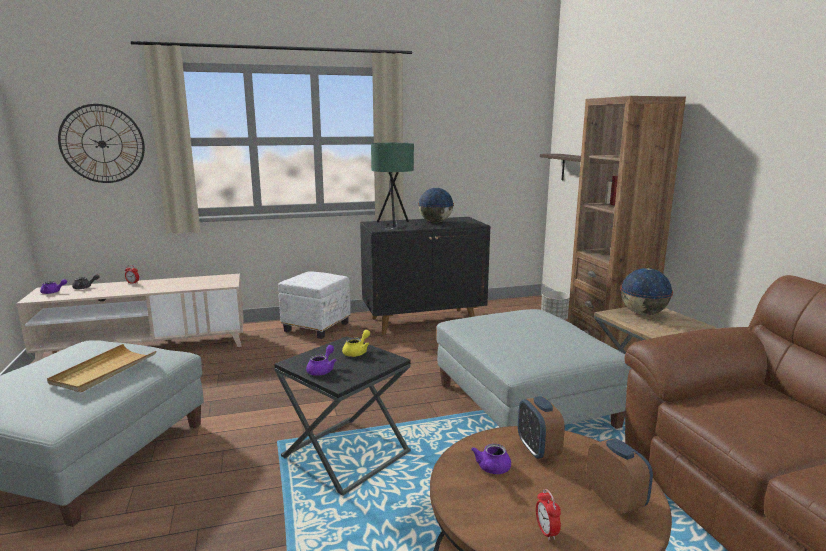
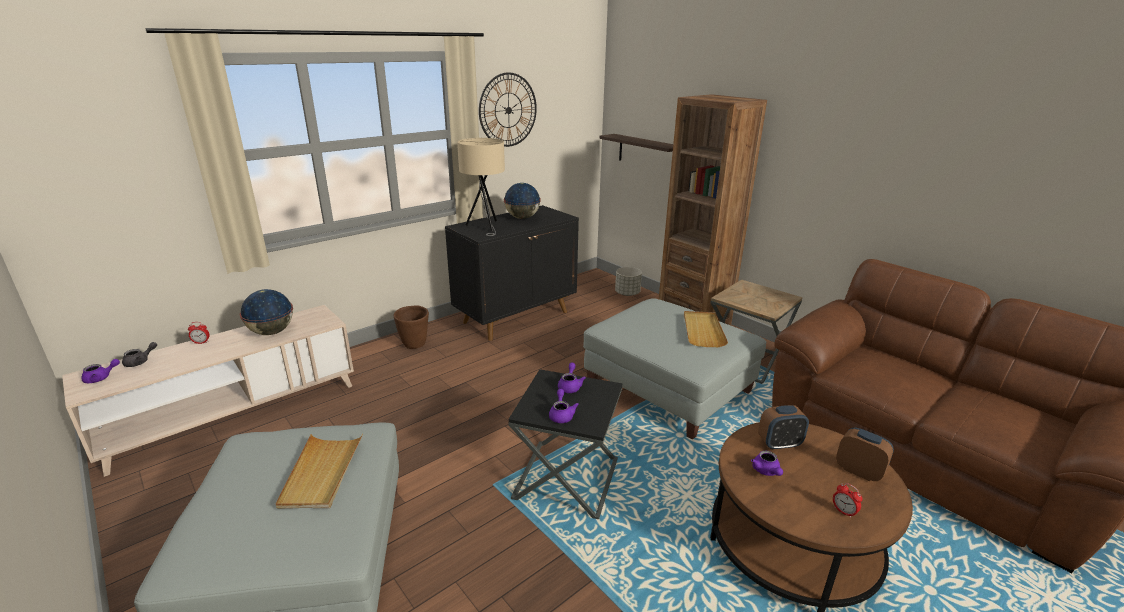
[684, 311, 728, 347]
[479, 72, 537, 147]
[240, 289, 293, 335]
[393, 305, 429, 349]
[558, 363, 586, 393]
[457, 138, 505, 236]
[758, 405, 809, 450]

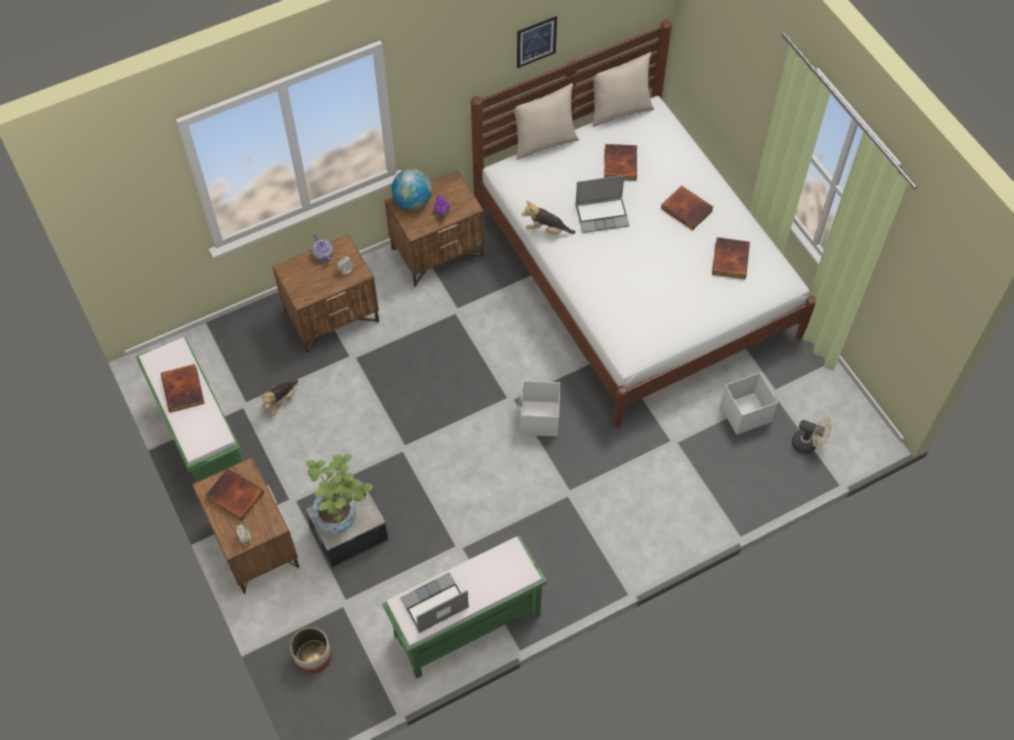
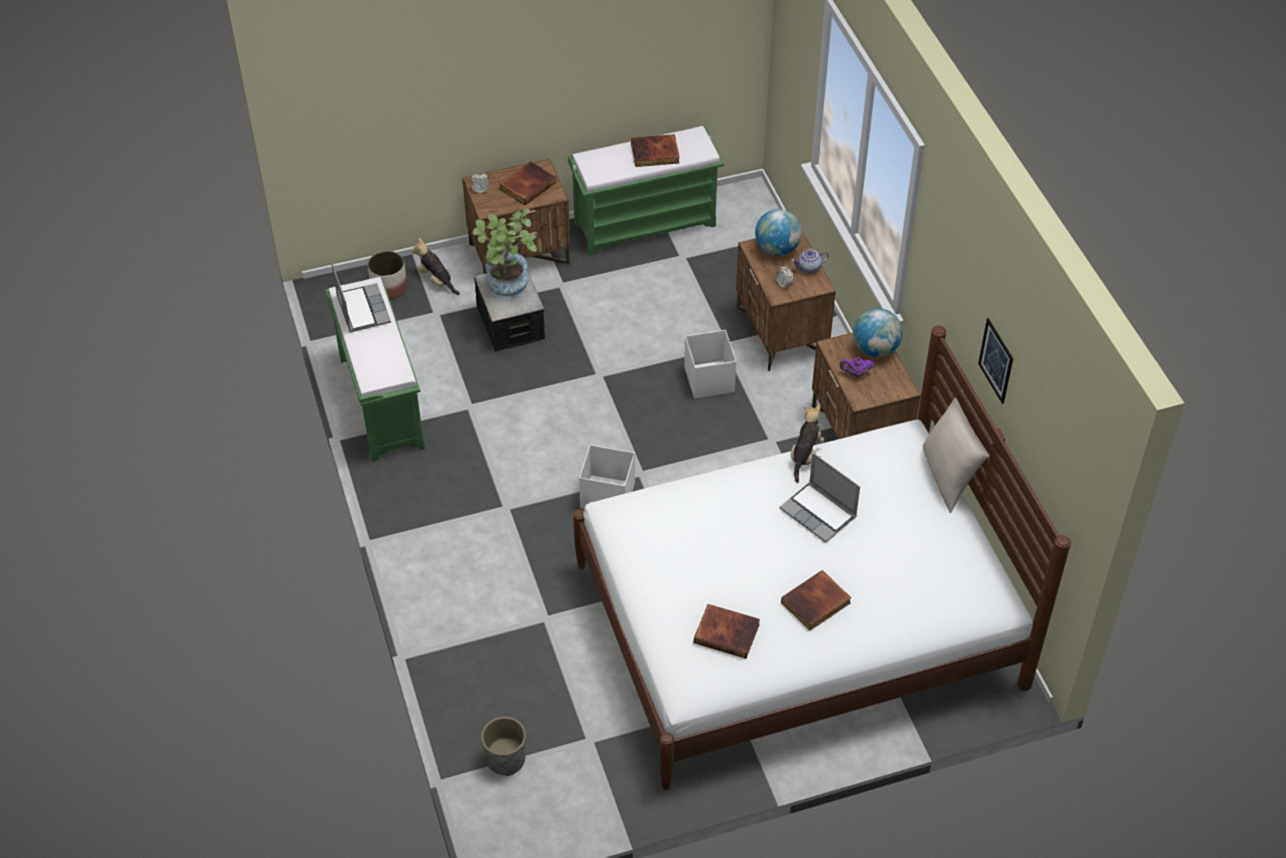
[592, 52, 654, 127] (first image)
[604, 144, 637, 181] (first image)
[755, 209, 802, 256]
[411, 238, 460, 295]
[684, 330, 736, 399]
[481, 717, 526, 776]
[780, 453, 860, 543]

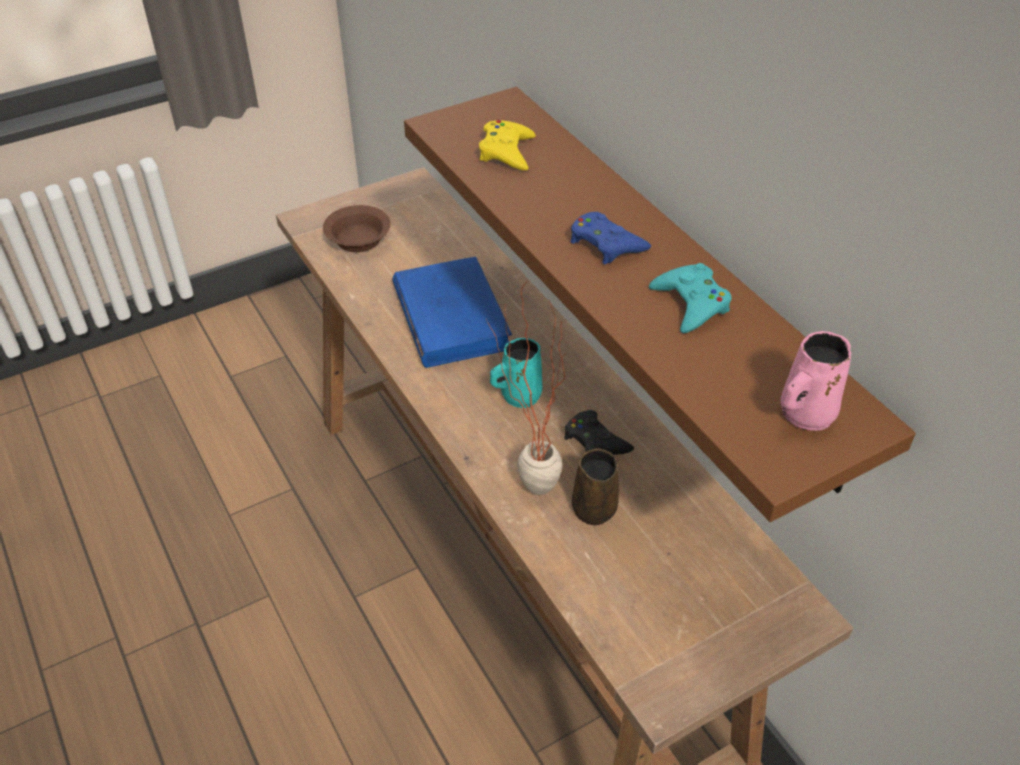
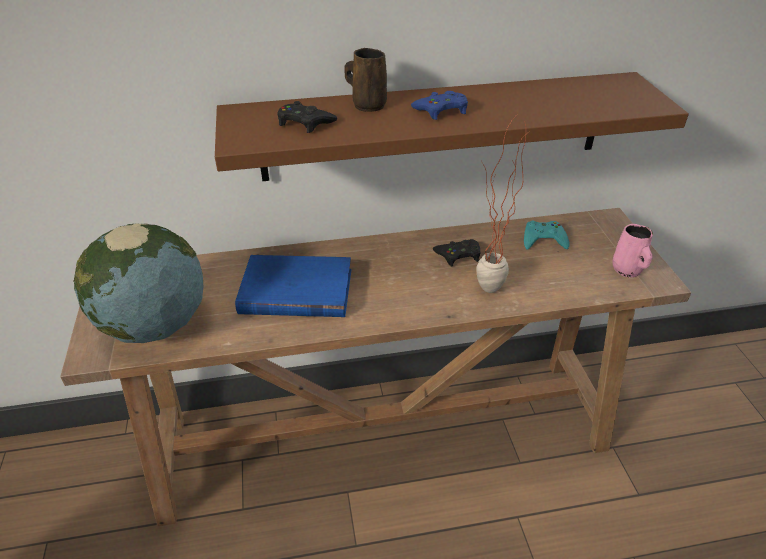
[490, 338, 542, 408] (first image)
[344, 48, 387, 112]
[524, 221, 569, 250]
[612, 224, 653, 278]
[73, 223, 204, 343]
[277, 101, 337, 133]

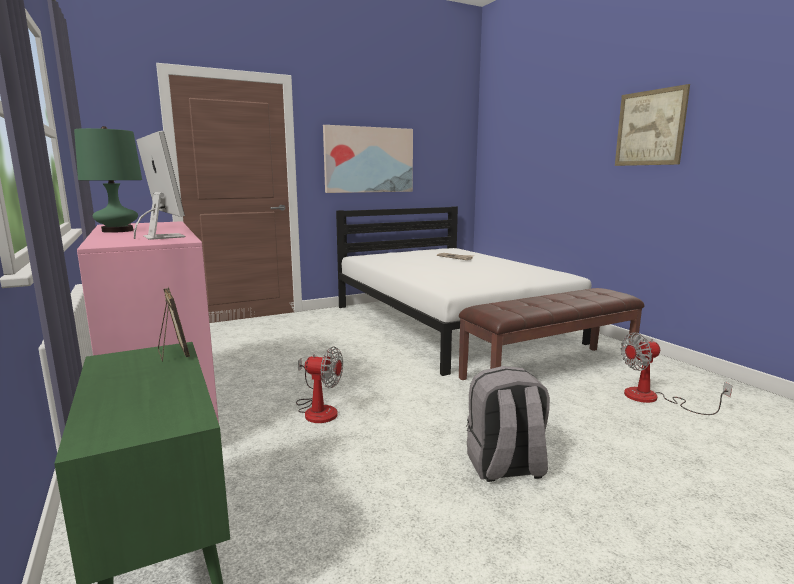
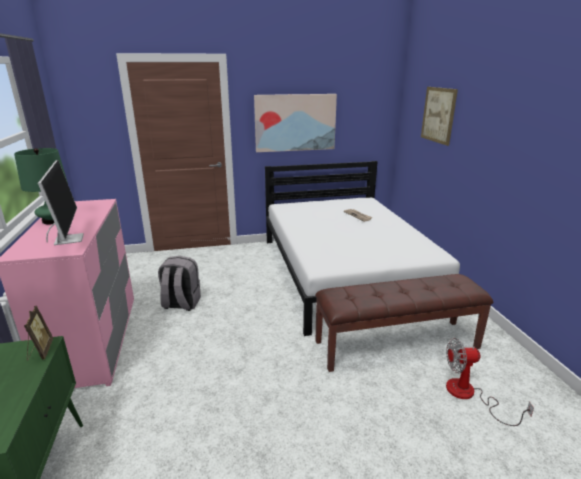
[296, 346, 343, 423] (first image)
[158, 256, 201, 311]
[421, 87, 458, 146]

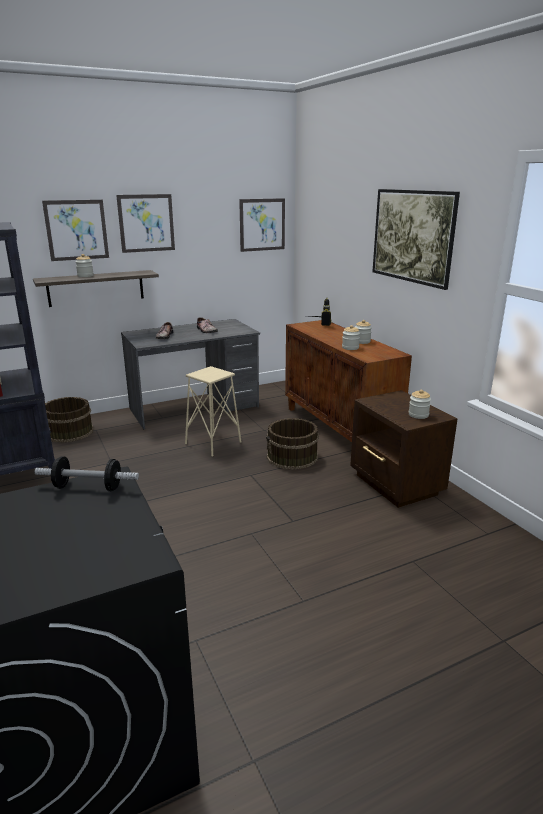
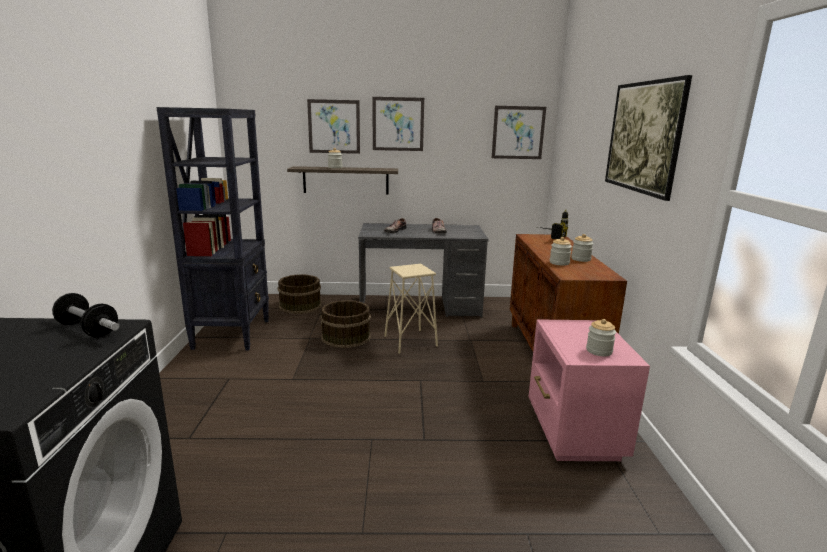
[320, 300, 371, 348]
[529, 320, 650, 461]

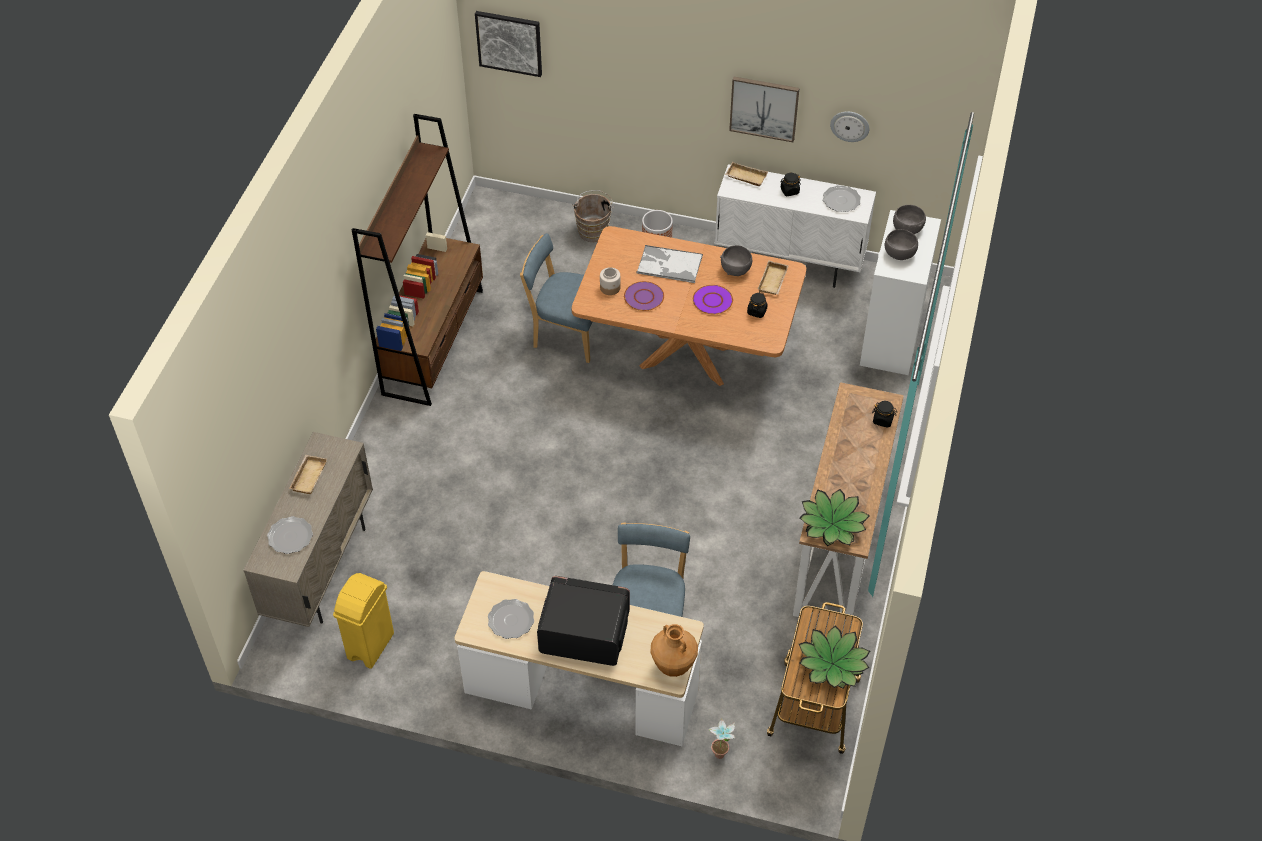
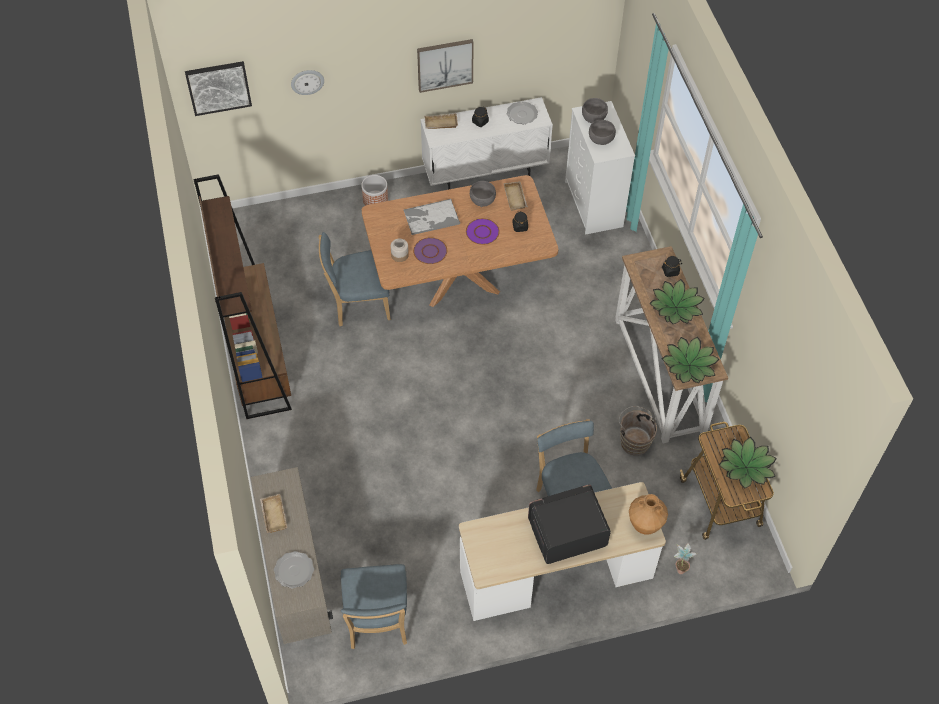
[488, 599, 534, 639] (first image)
[649, 279, 705, 324]
[619, 406, 657, 455]
[291, 70, 324, 95]
[340, 564, 407, 649]

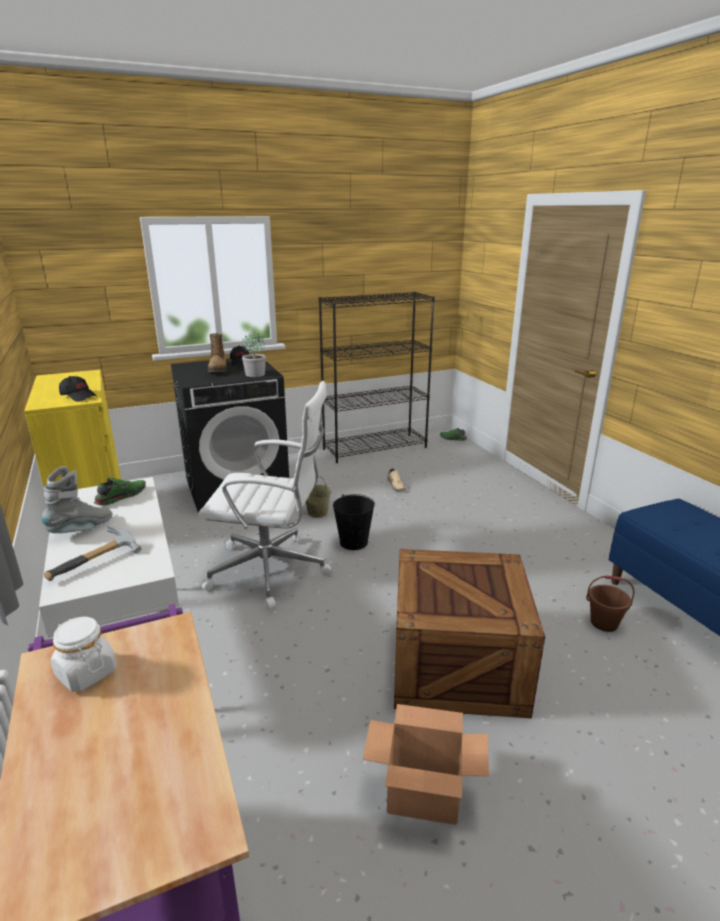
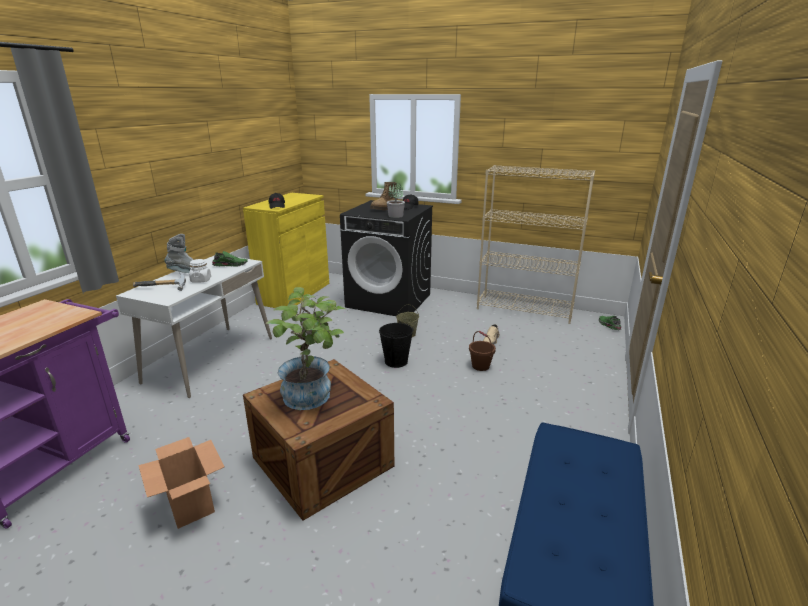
[198, 381, 332, 610] (first image)
[265, 287, 347, 410]
[189, 259, 211, 283]
[469, 331, 496, 371]
[477, 165, 595, 324]

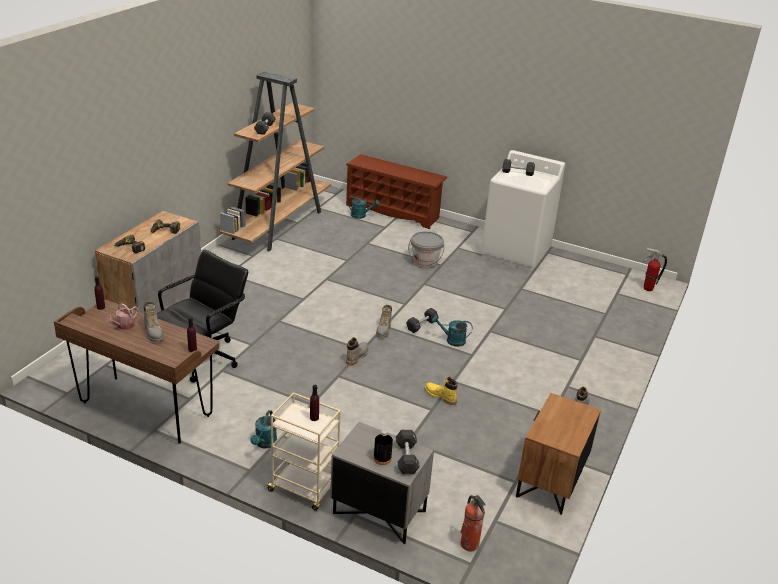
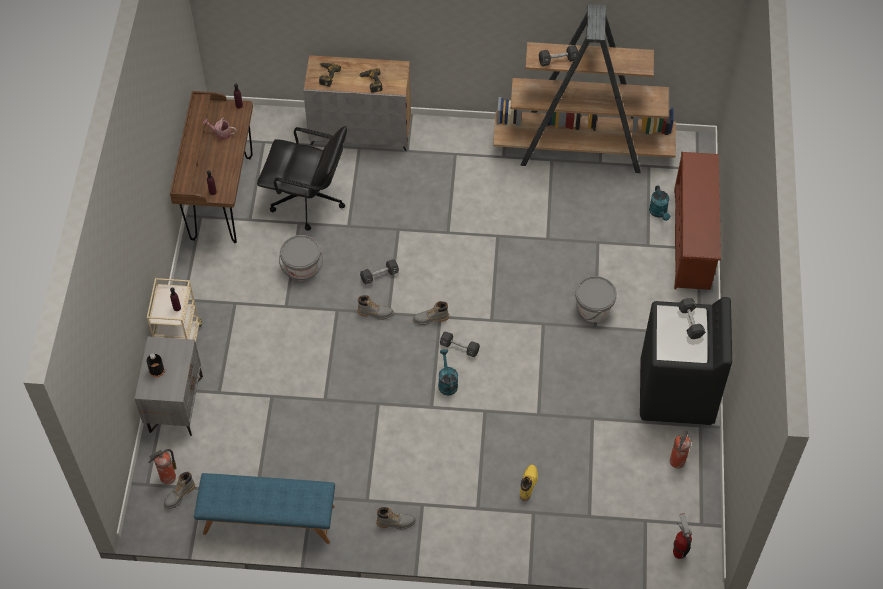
[250, 410, 277, 449] (first image)
[279, 235, 323, 281]
[670, 431, 691, 468]
[164, 472, 195, 509]
[360, 259, 399, 285]
[520, 465, 538, 501]
[194, 473, 335, 544]
[640, 297, 732, 425]

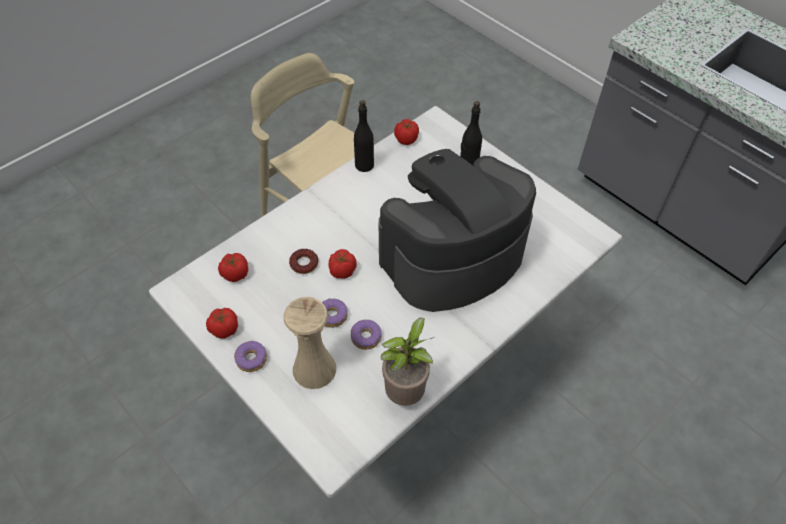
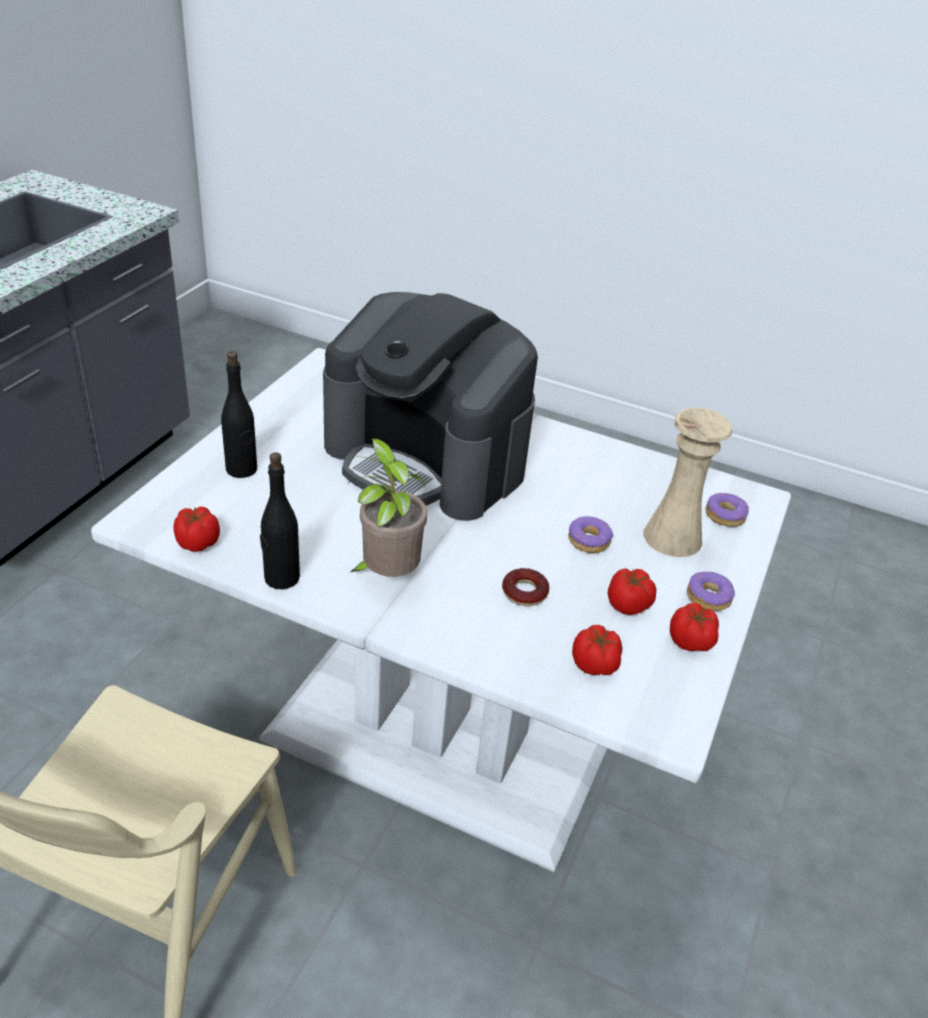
[608, 568, 656, 615]
[706, 493, 749, 527]
[348, 438, 427, 577]

